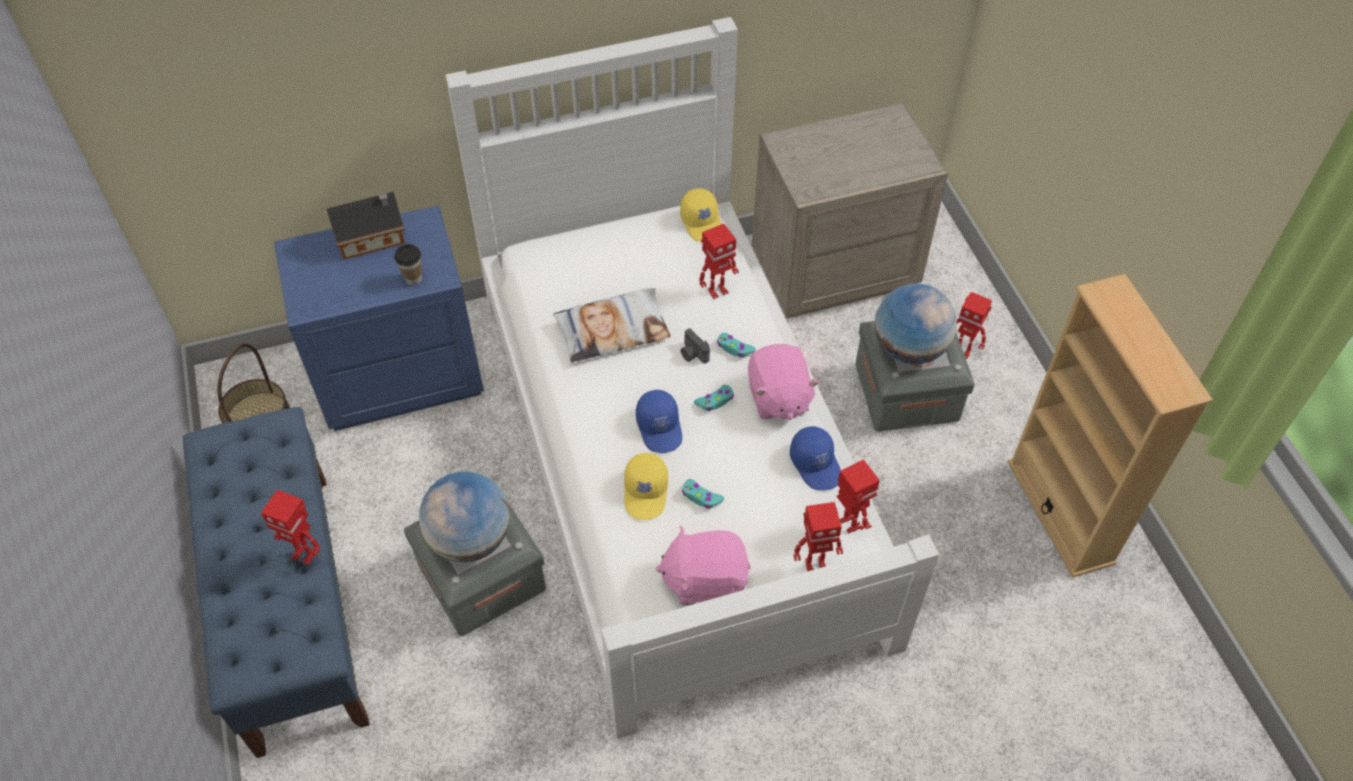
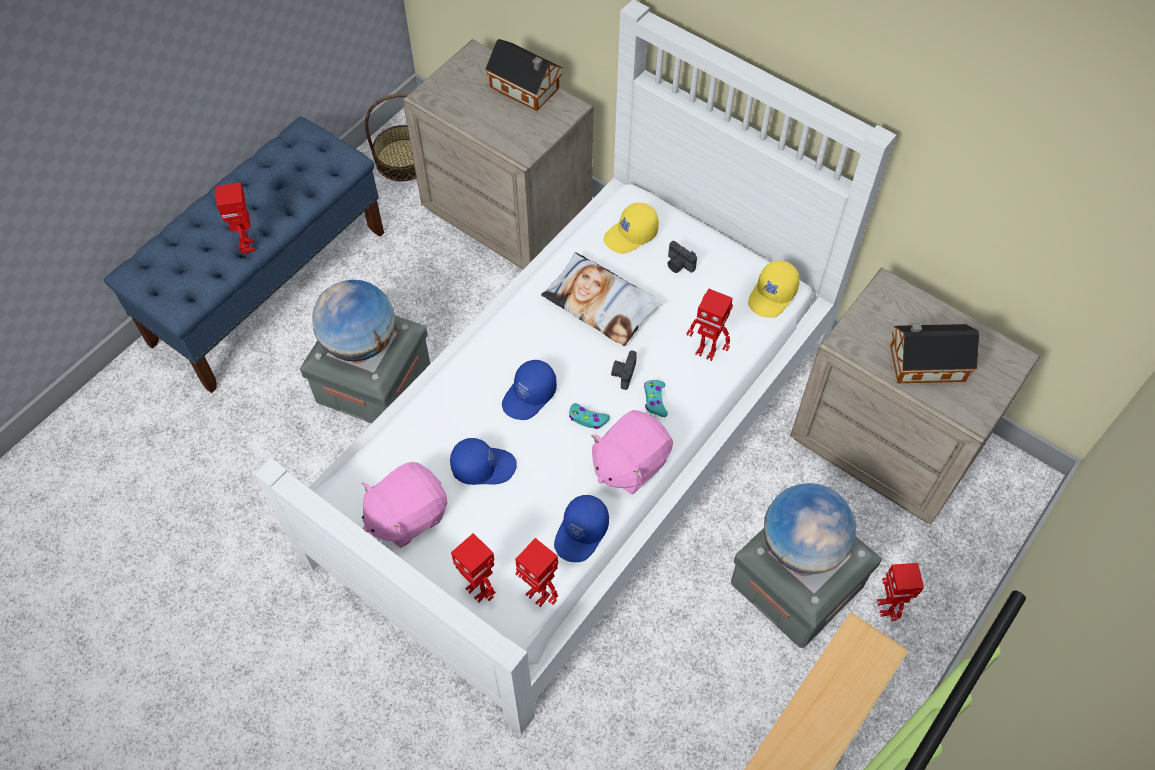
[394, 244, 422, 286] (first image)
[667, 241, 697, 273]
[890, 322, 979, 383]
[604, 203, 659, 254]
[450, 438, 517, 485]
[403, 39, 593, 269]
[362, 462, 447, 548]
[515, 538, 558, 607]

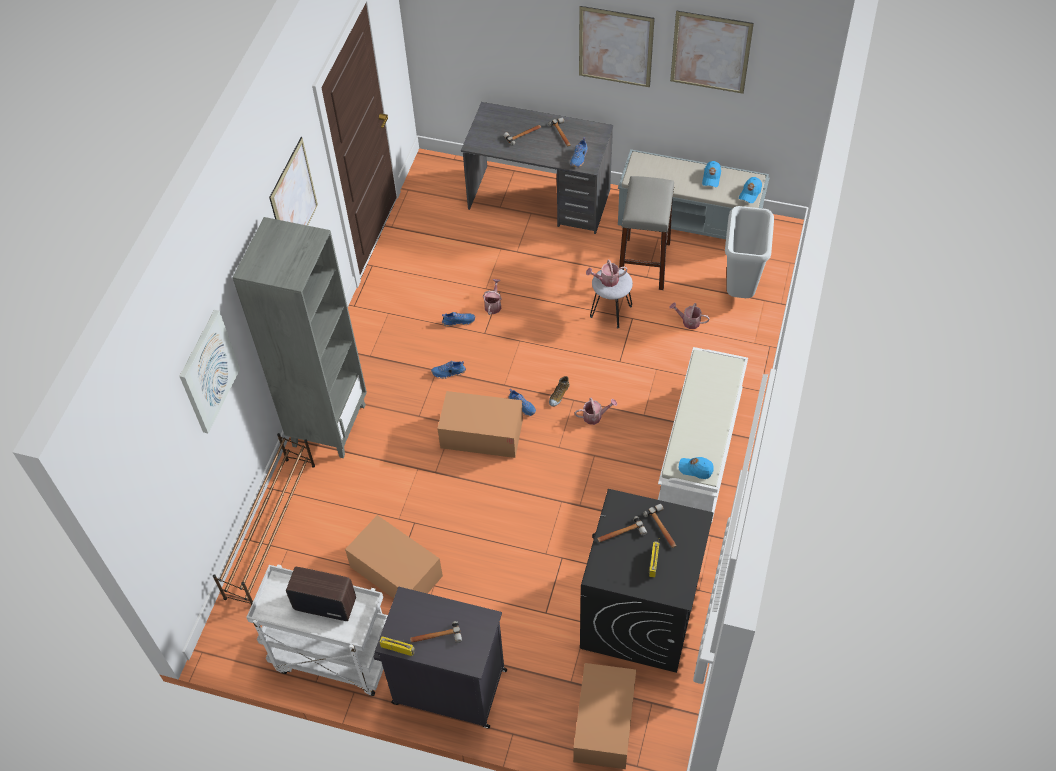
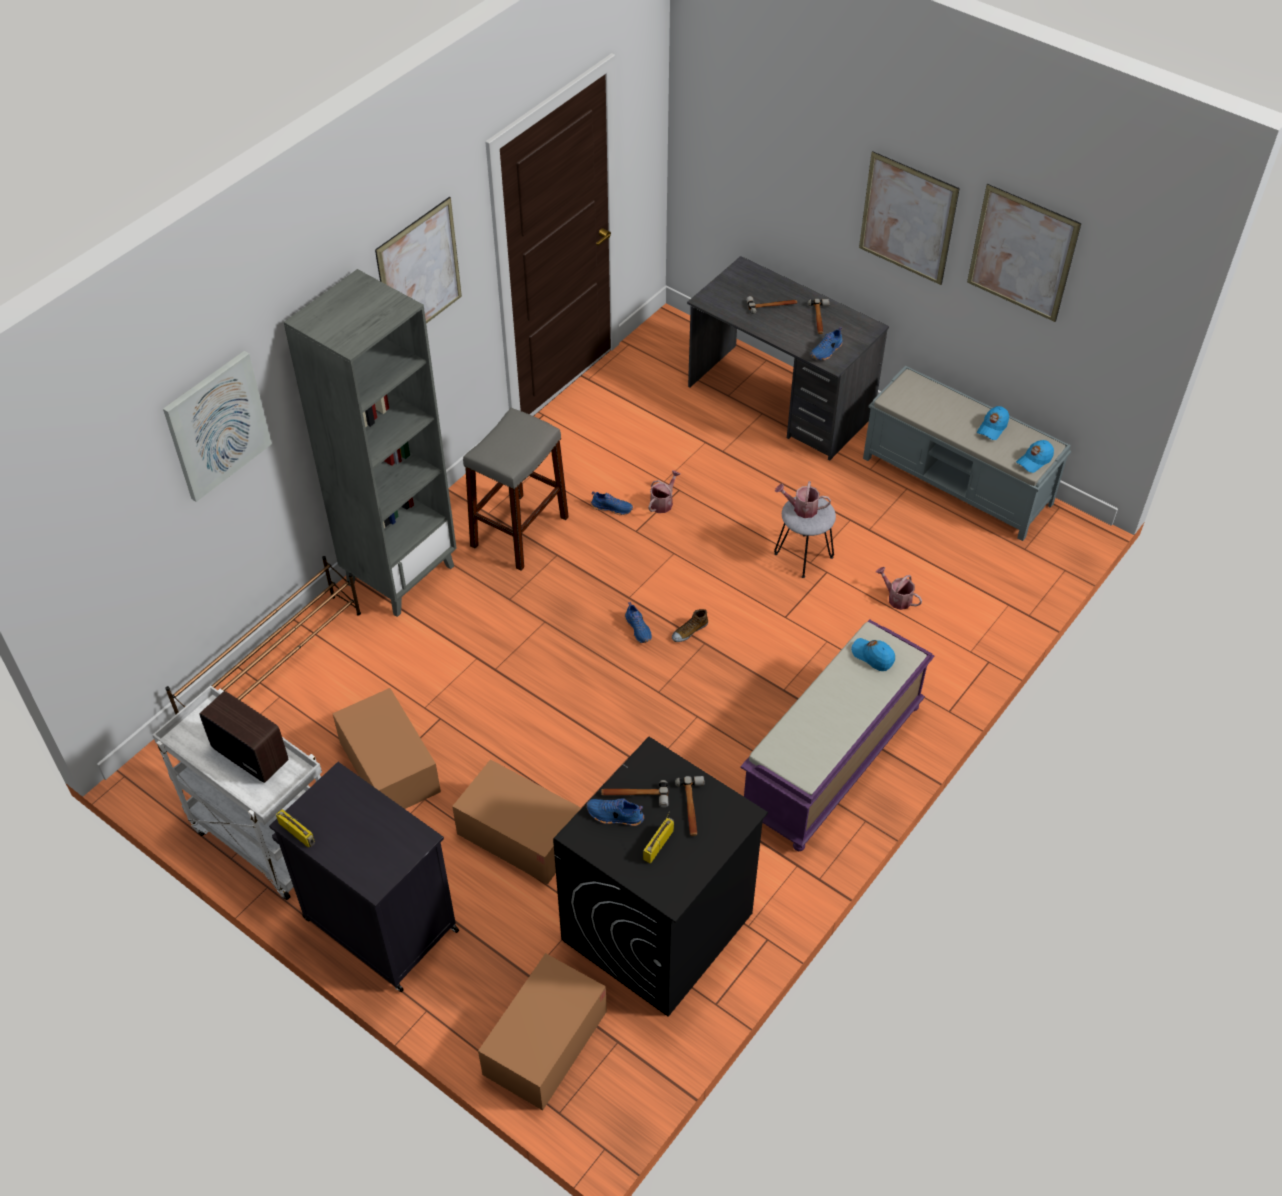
[410, 621, 462, 643] (first image)
[575, 398, 617, 425] (first image)
[725, 206, 774, 298] (first image)
[587, 798, 644, 826]
[452, 759, 581, 885]
[463, 408, 569, 571]
[851, 638, 895, 671]
[740, 619, 934, 851]

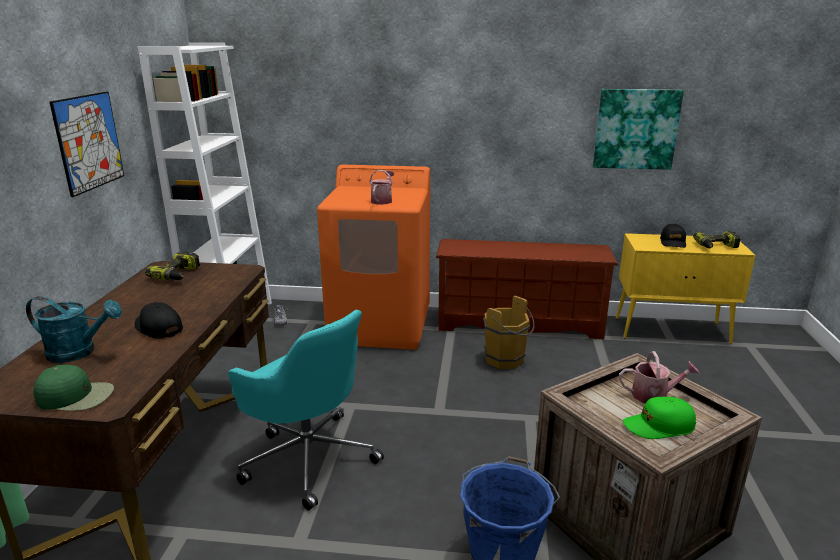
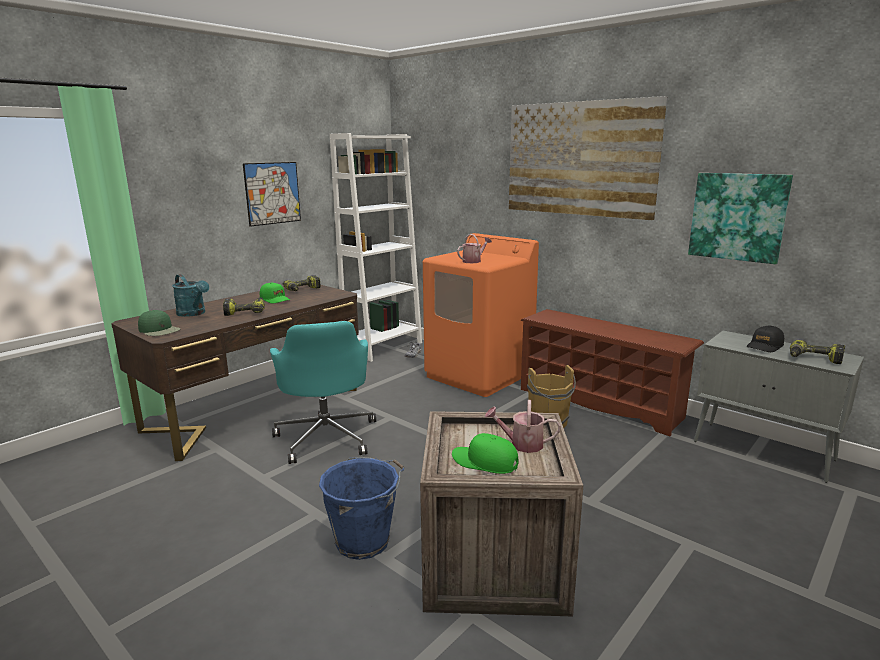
[260, 282, 290, 304]
[509, 96, 667, 220]
[223, 297, 265, 316]
[694, 331, 864, 483]
[484, 400, 561, 453]

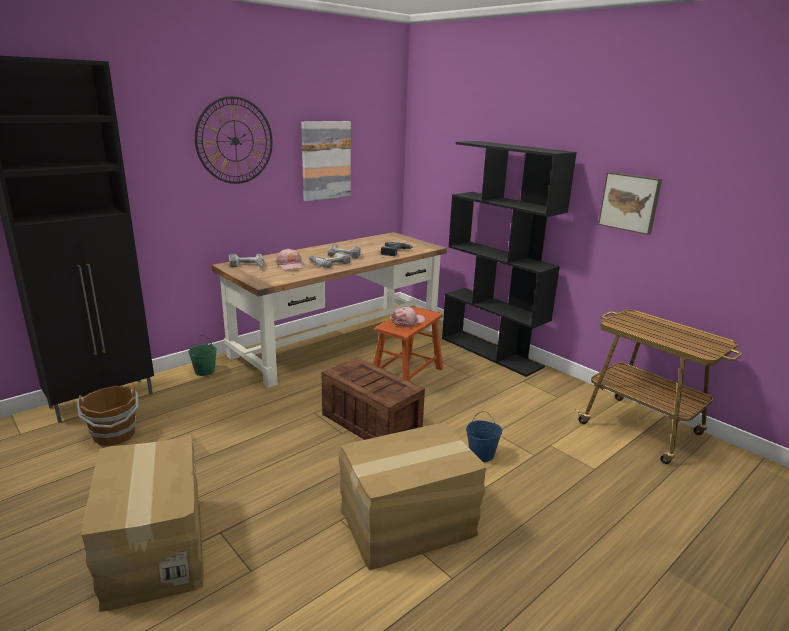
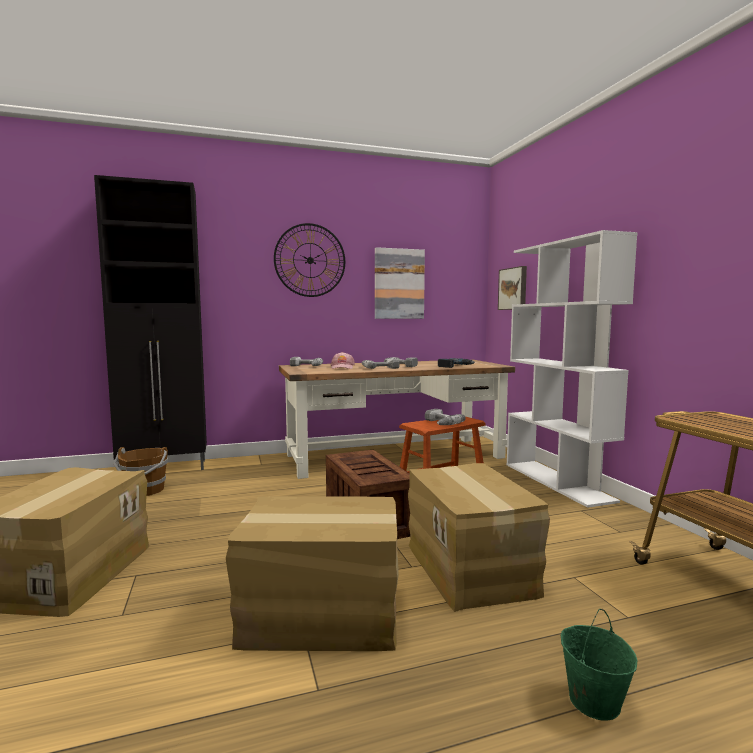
[561, 609, 638, 721]
[498, 266, 527, 310]
[425, 409, 466, 425]
[408, 463, 550, 612]
[507, 230, 638, 508]

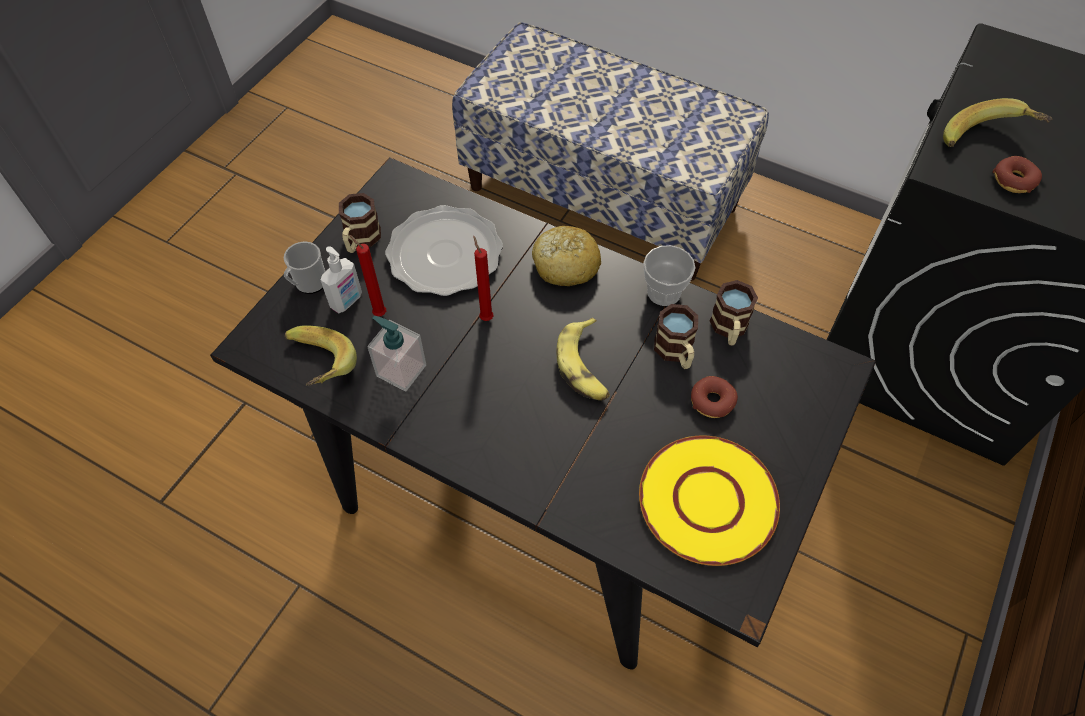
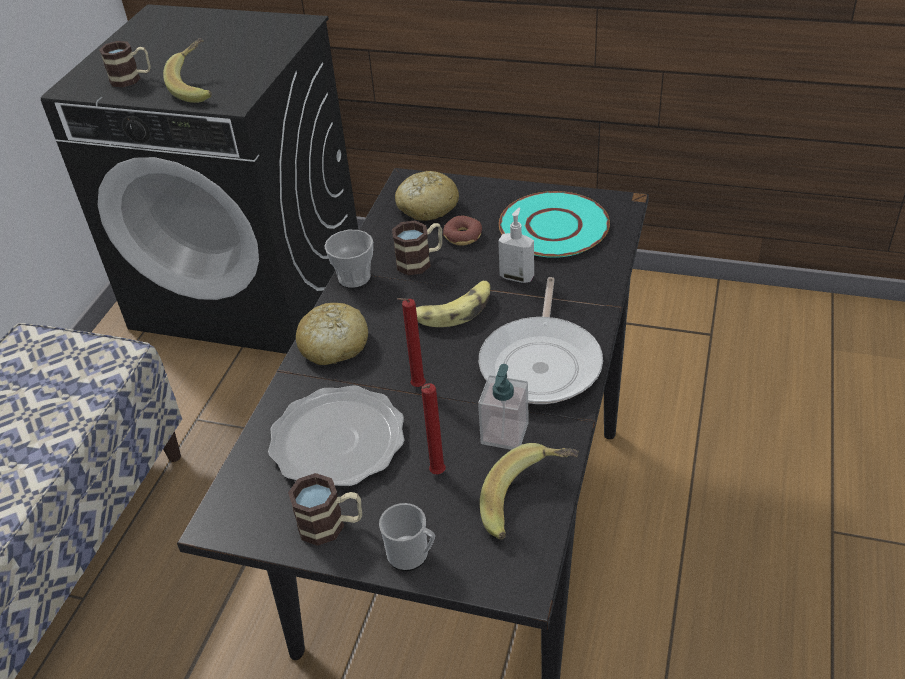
[992, 156, 1042, 193] (first image)
[395, 171, 459, 221]
[479, 277, 603, 404]
[498, 207, 534, 283]
[99, 41, 151, 87]
[499, 191, 610, 258]

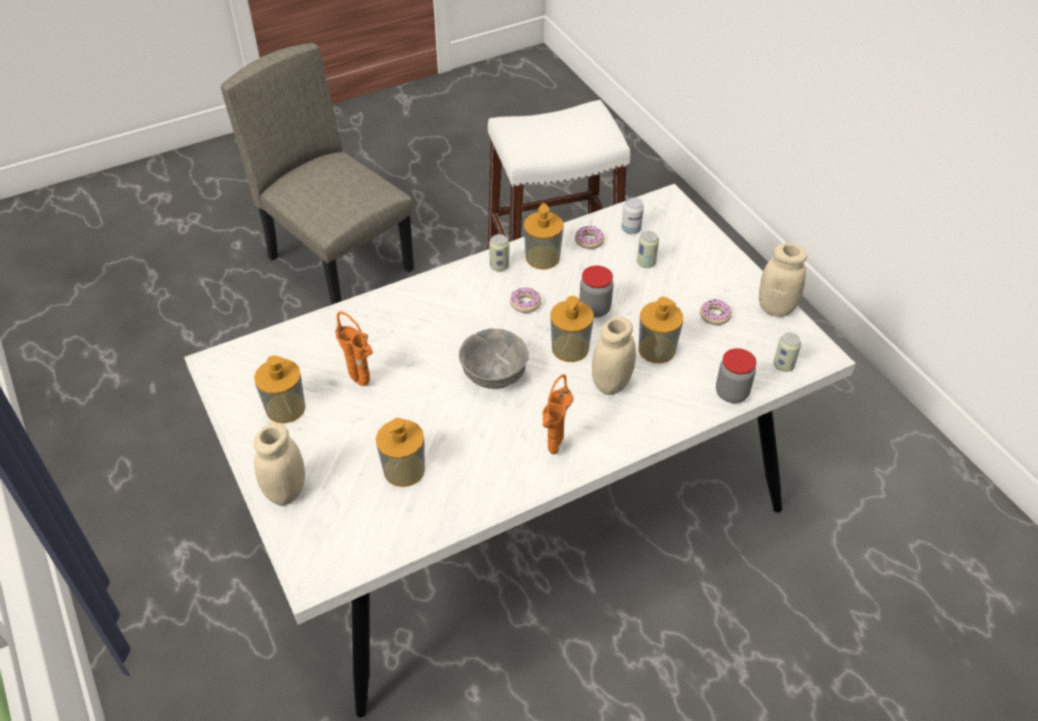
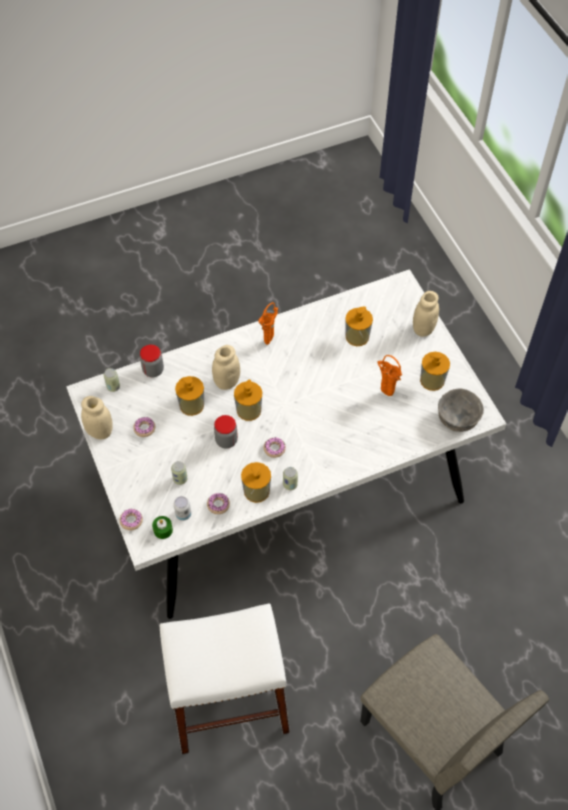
[120, 509, 143, 530]
[152, 516, 173, 539]
[438, 389, 484, 432]

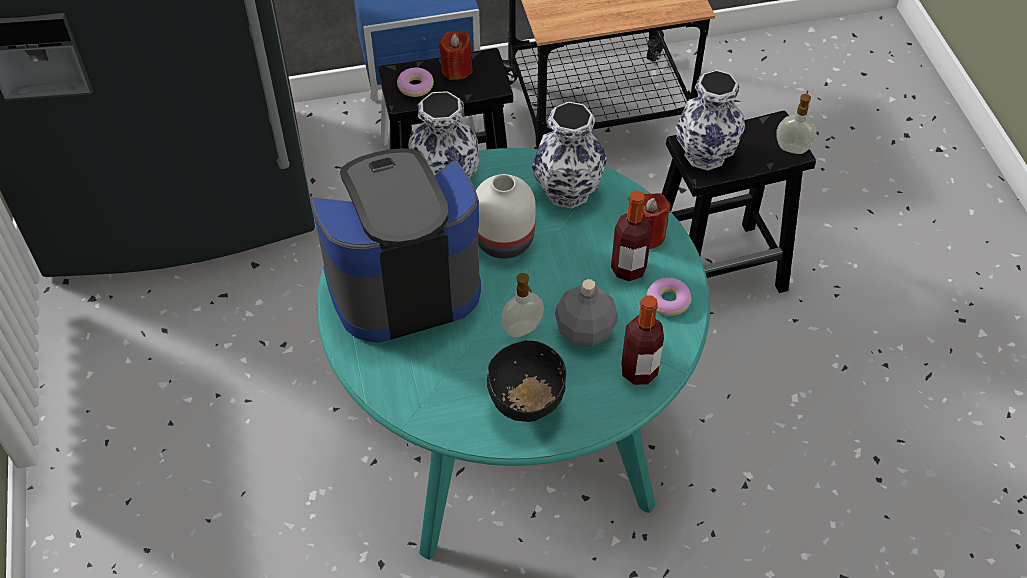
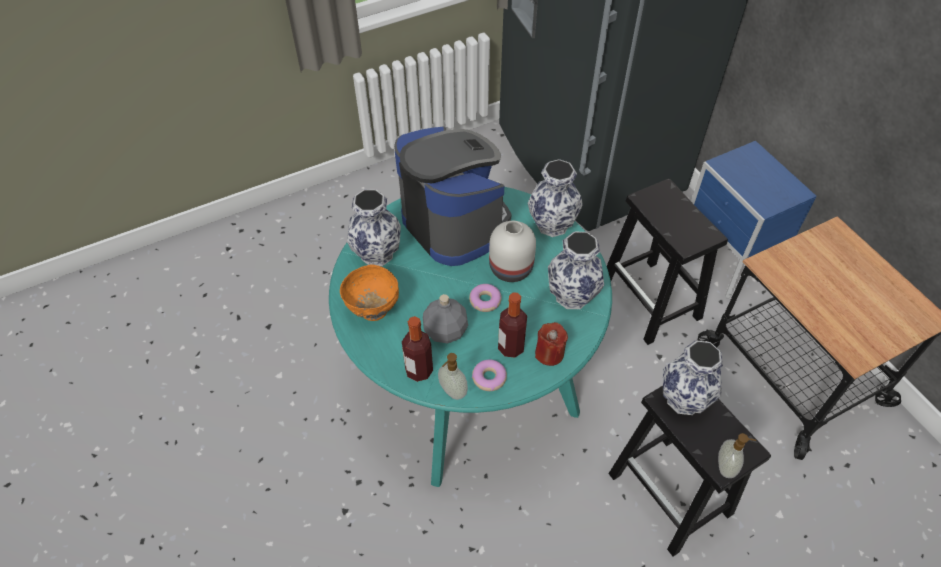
[439, 31, 473, 80] (first image)
[347, 189, 401, 266]
[469, 284, 502, 312]
[438, 353, 468, 400]
[340, 264, 399, 321]

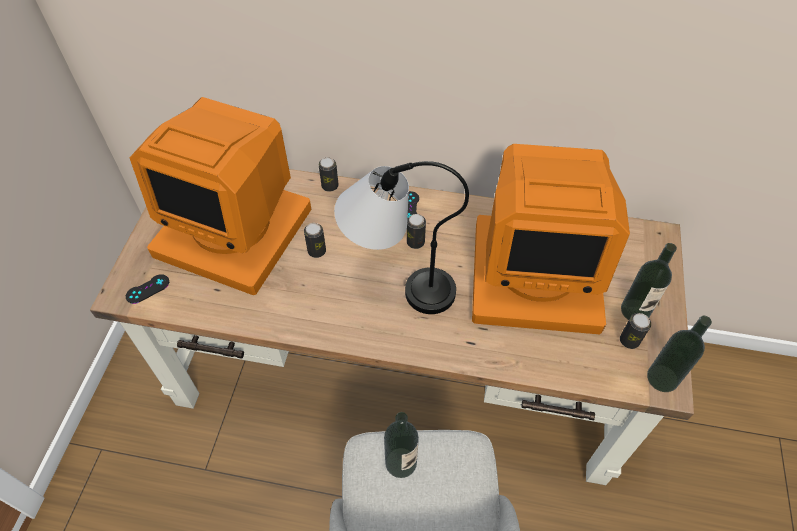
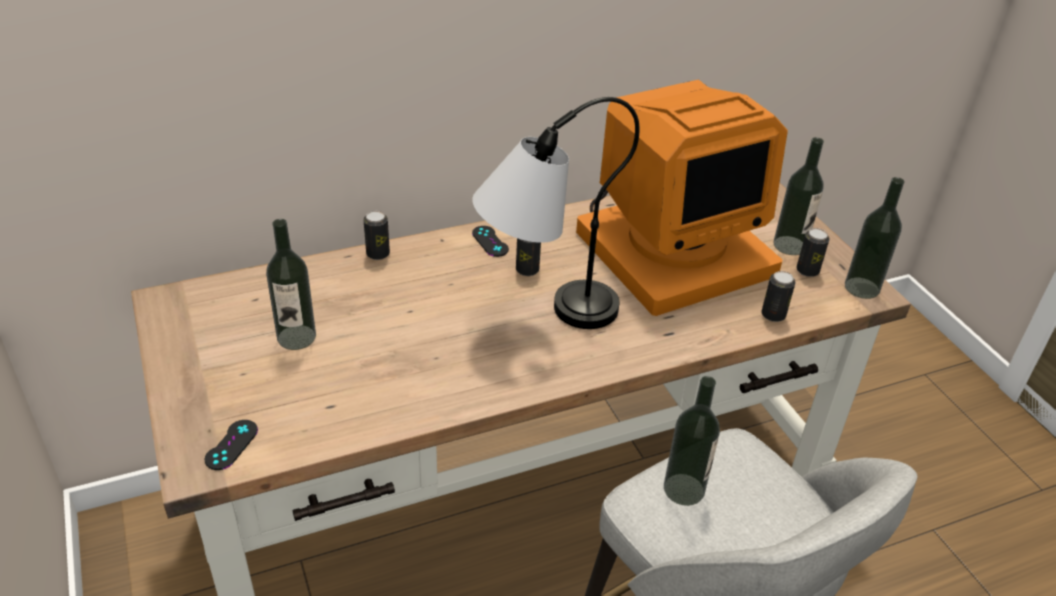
[762, 271, 795, 322]
[266, 219, 316, 350]

